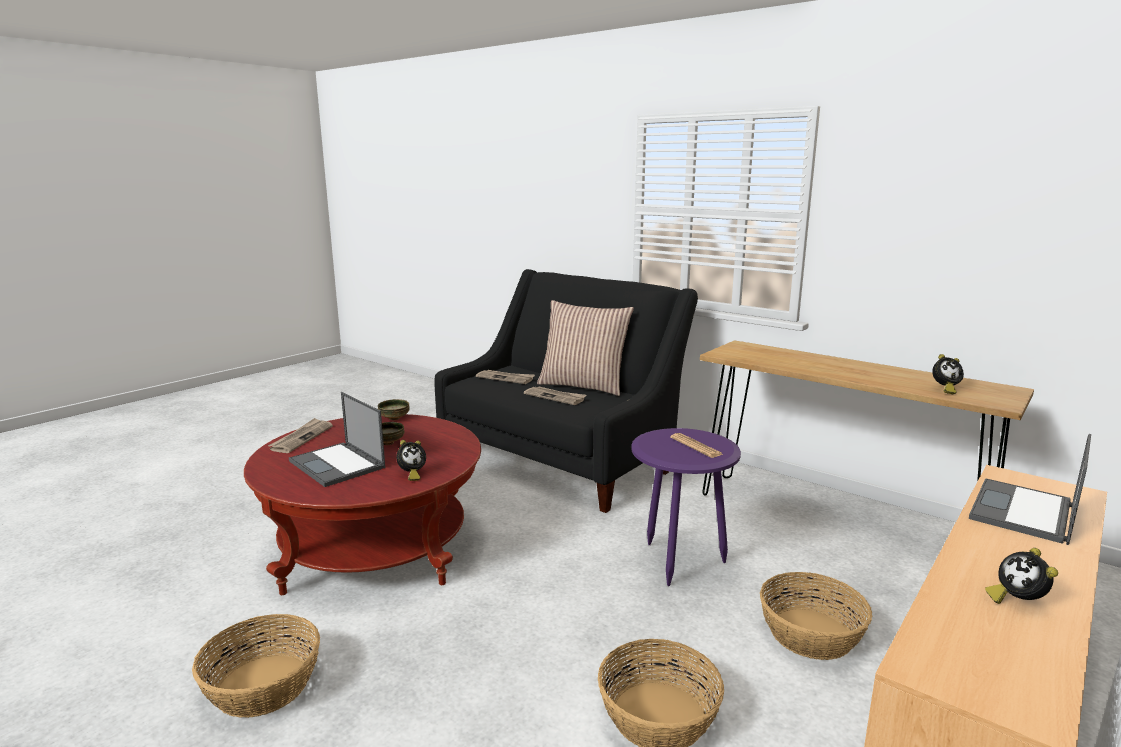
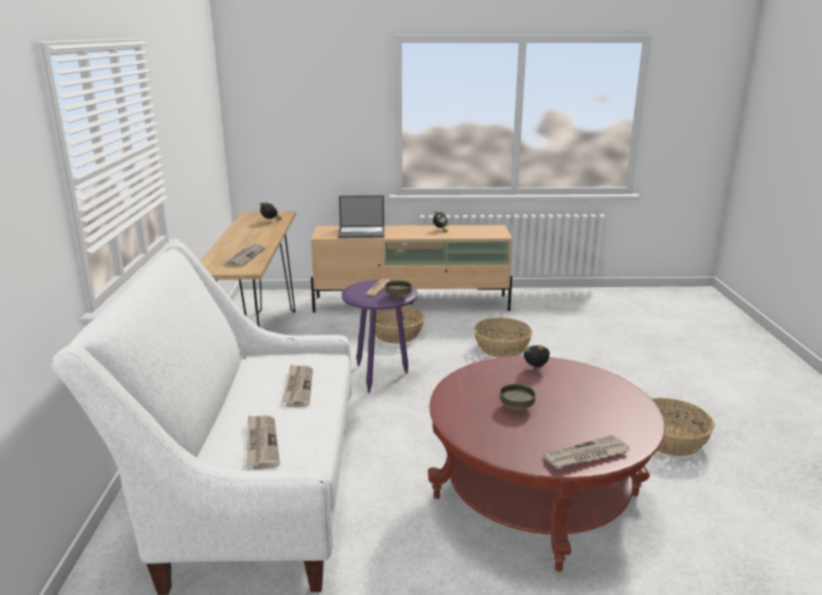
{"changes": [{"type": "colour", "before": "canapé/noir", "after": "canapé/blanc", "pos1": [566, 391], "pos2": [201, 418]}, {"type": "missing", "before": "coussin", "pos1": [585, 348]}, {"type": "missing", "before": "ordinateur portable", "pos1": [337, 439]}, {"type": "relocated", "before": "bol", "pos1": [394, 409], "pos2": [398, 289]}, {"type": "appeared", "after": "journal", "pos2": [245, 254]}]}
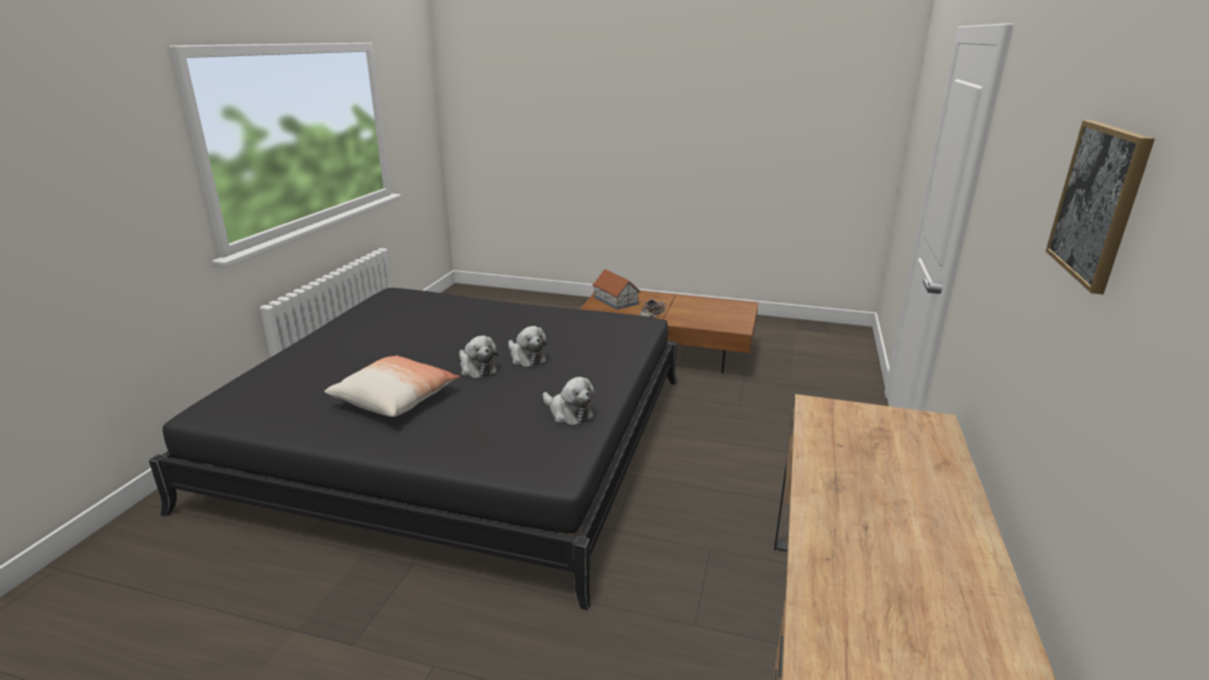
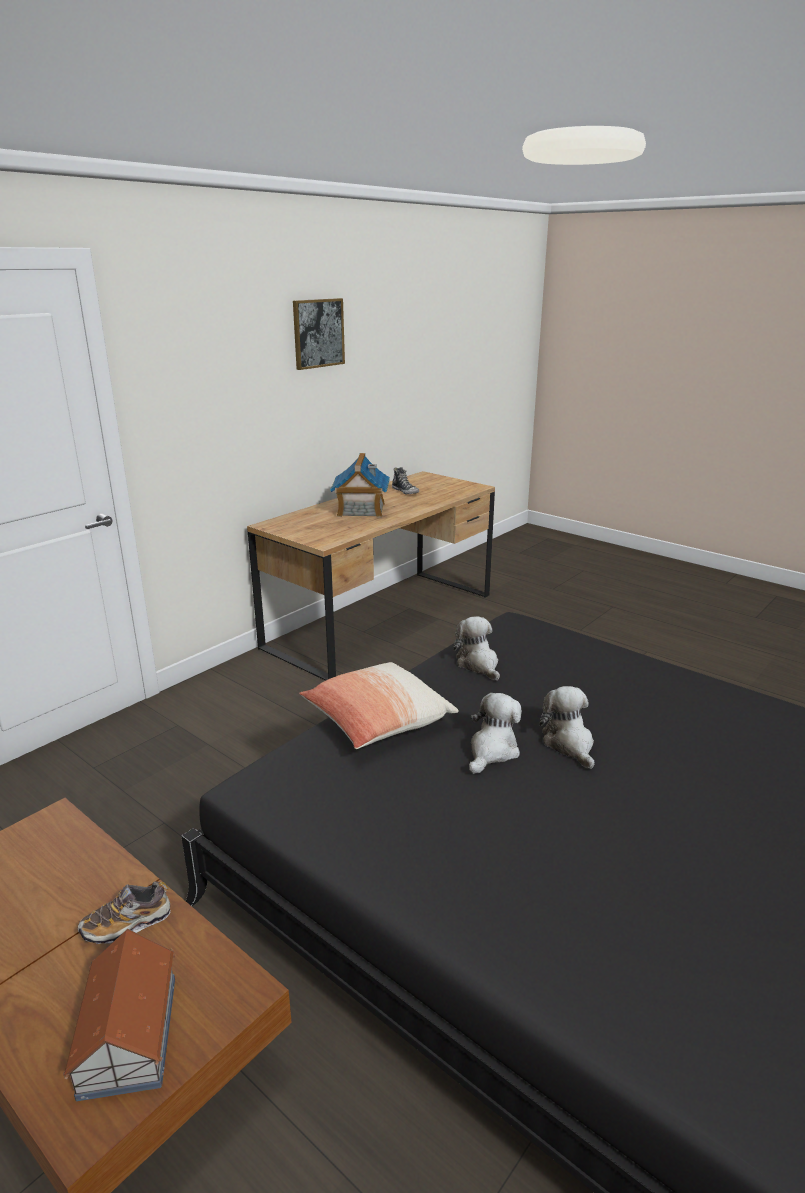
{"changes": [{"type": "spun", "before": "peluche", "pos1": [527, 346], "pos2": [495, 733], "turn": 45}, {"type": "relocated", "before": "coussin", "pos1": [392, 386], "pos2": [379, 705]}, {"type": "appeared", "after": "maison miniature", "pos2": [360, 485]}, {"type": "appeared", "after": "chaussure", "pos2": [405, 480]}]}
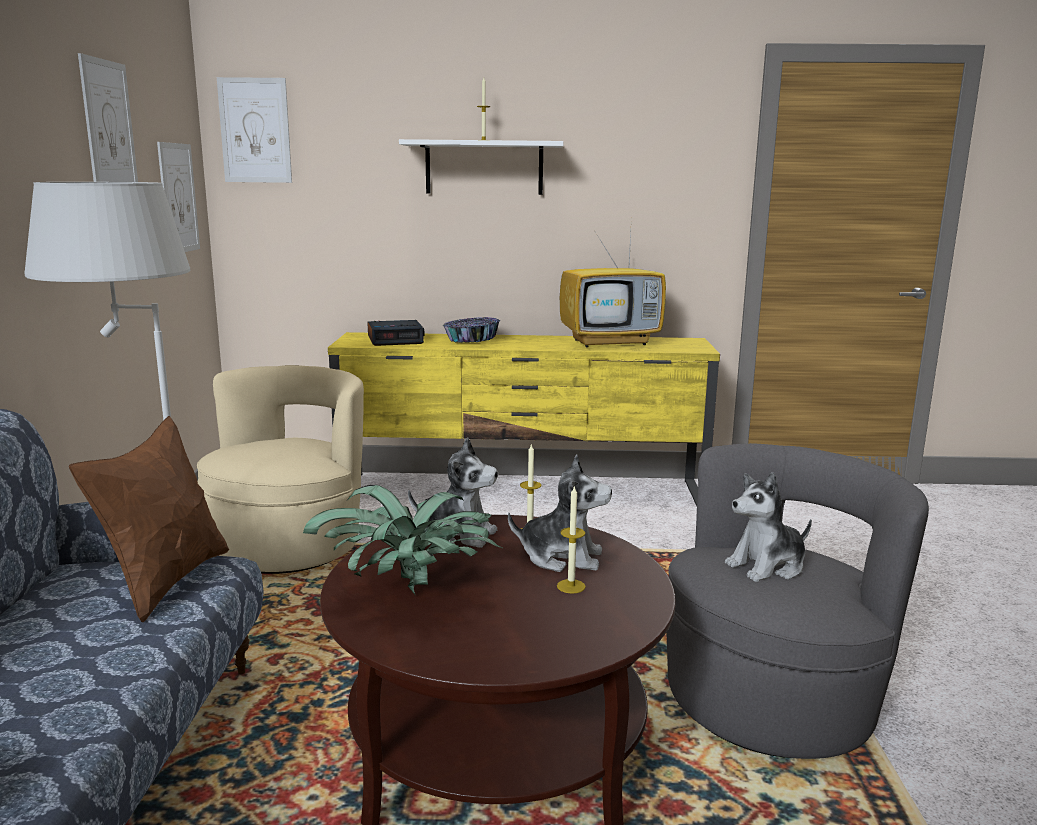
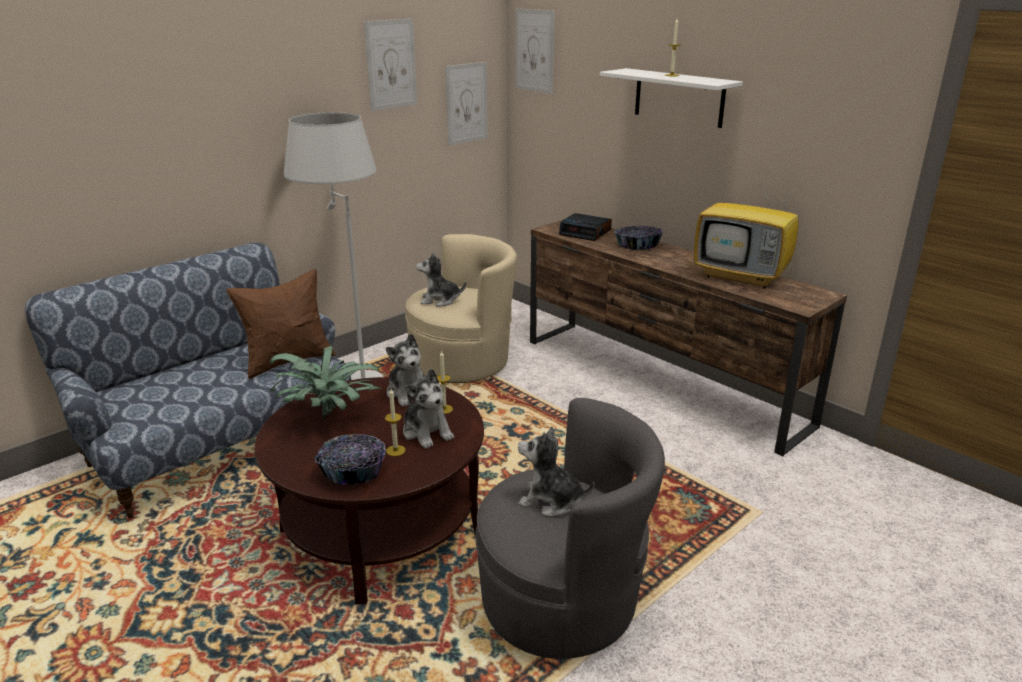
{"changes": [{"type": "colour", "before": "meuble télé/jaune", "after": "meuble télé/marron", "pos1": [524, 419], "pos2": [688, 338]}, {"type": "appeared", "after": "peluche", "pos2": [441, 280]}, {"type": "appeared", "after": "bol", "pos2": [350, 459]}]}
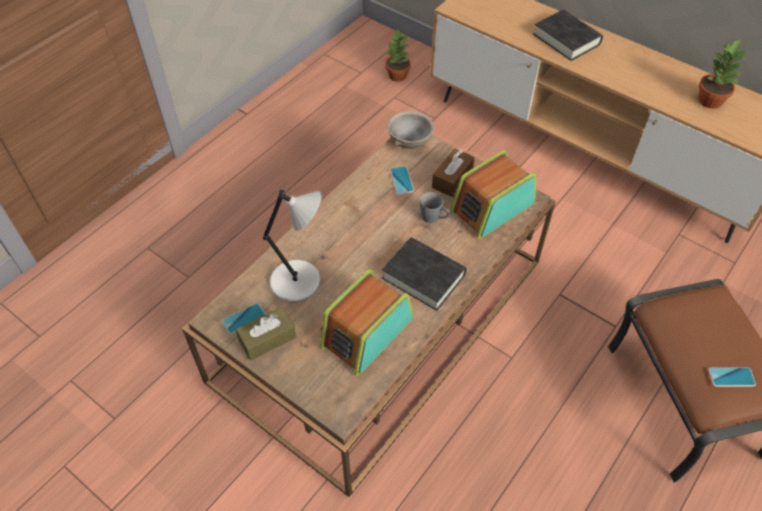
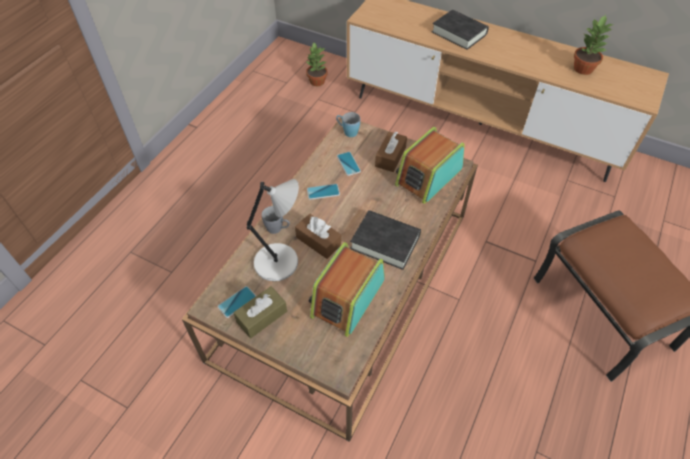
{"changes": [{"type": "exchanged", "before": "bol/gris", "after": "mug/bleu", "pos1": [410, 130], "pos2": [348, 124]}, {"type": "relocated", "before": "mug/gris", "pos1": [435, 207], "pos2": [276, 220]}, {"type": "relocated", "before": "téléphone", "pos1": [732, 377], "pos2": [323, 192]}, {"type": "appeared", "after": "boîte à mouchoirs/marron", "pos2": [318, 236]}]}
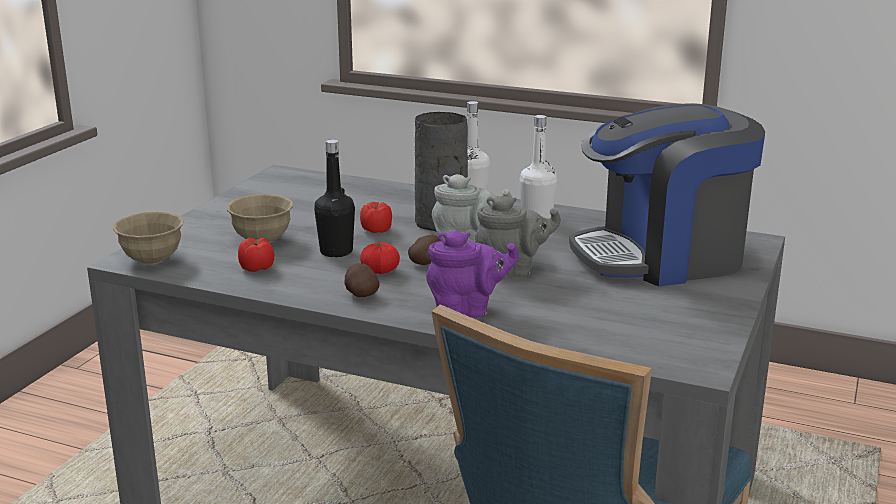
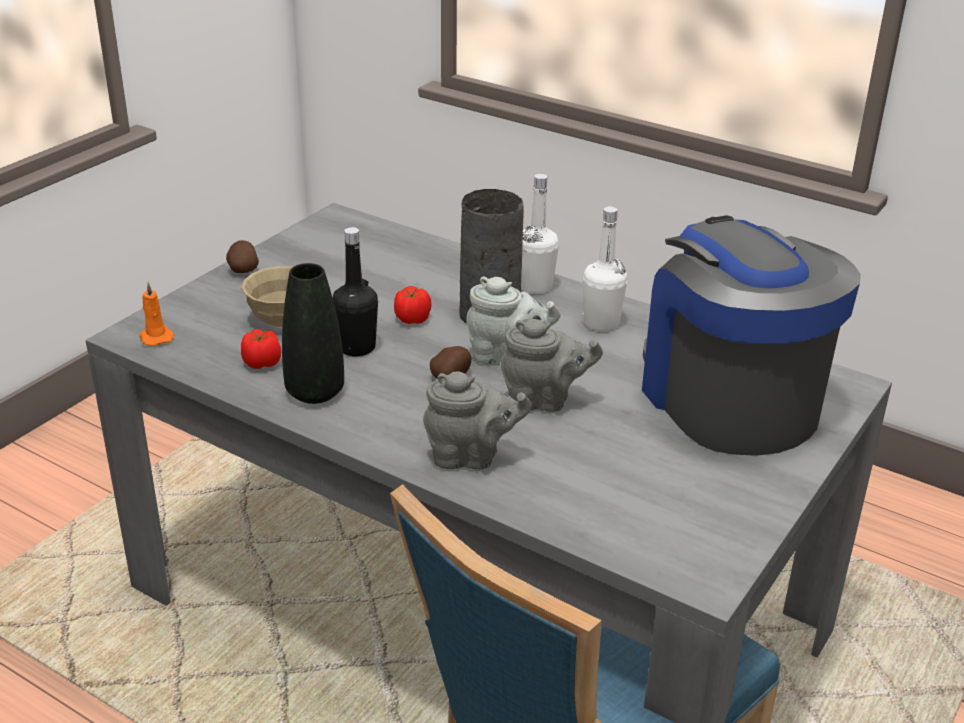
{"changes": [{"type": "spun", "before": "machine à café", "pos1": [667, 195], "pos2": [751, 335], "turn": 75}, {"type": "exchanged", "before": "bol/beige", "after": "bougie/orange", "pos1": [148, 238], "pos2": [156, 314]}, {"type": "colour", "before": "théière/violet", "after": "théière/gris", "pos1": [472, 274], "pos2": [477, 421]}, {"type": "missing", "before": "tomate", "pos1": [380, 258]}, {"type": "relocated", "before": "pomme de terre", "pos1": [362, 280], "pos2": [242, 256]}, {"type": "appeared", "after": "vase/noir", "pos2": [313, 333]}]}
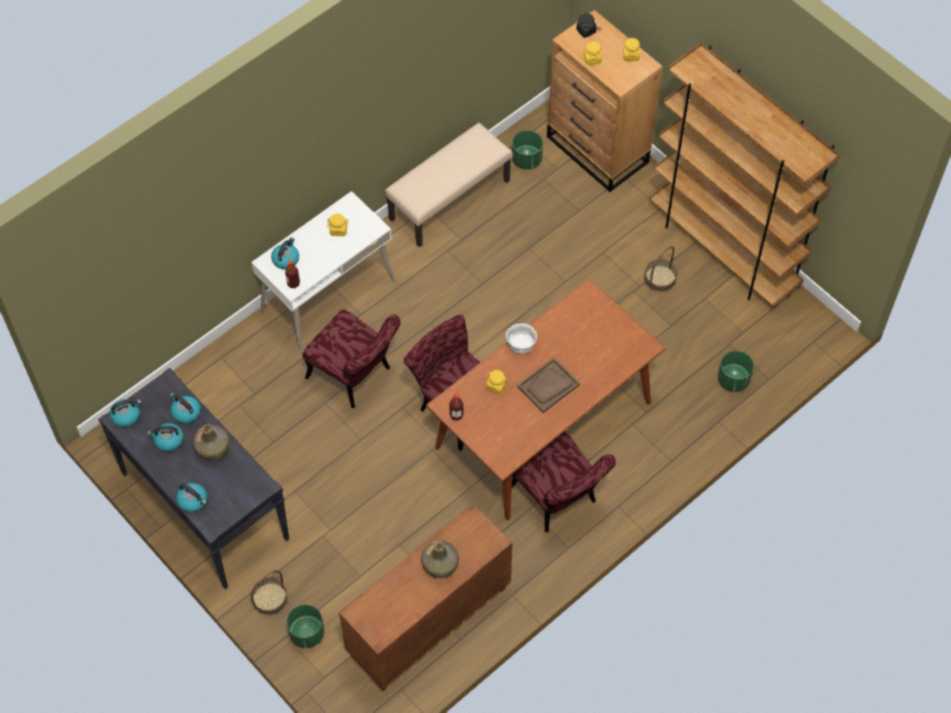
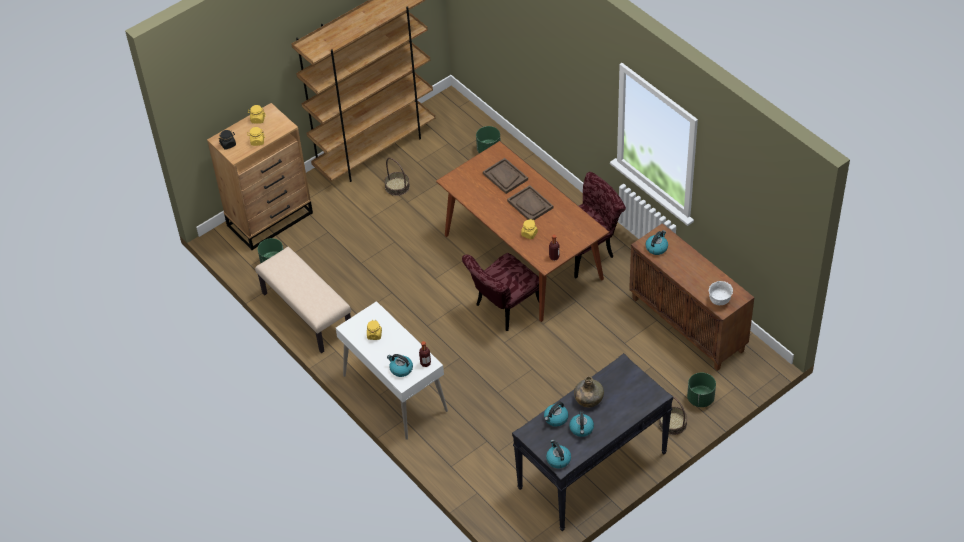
{"changes": [{"type": "missing", "before": "chaise/rouge", "pos1": [352, 358]}, {"type": "relocated", "before": "bol/blanc", "pos1": [521, 338], "pos2": [721, 293]}, {"type": "relocated", "before": "bouilloire", "pos1": [191, 497], "pos2": [657, 242]}, {"type": "missing", "before": "bouteille/vert", "pos1": [440, 559]}, {"type": "appeared", "after": "plateau/marron", "pos2": [505, 176]}]}
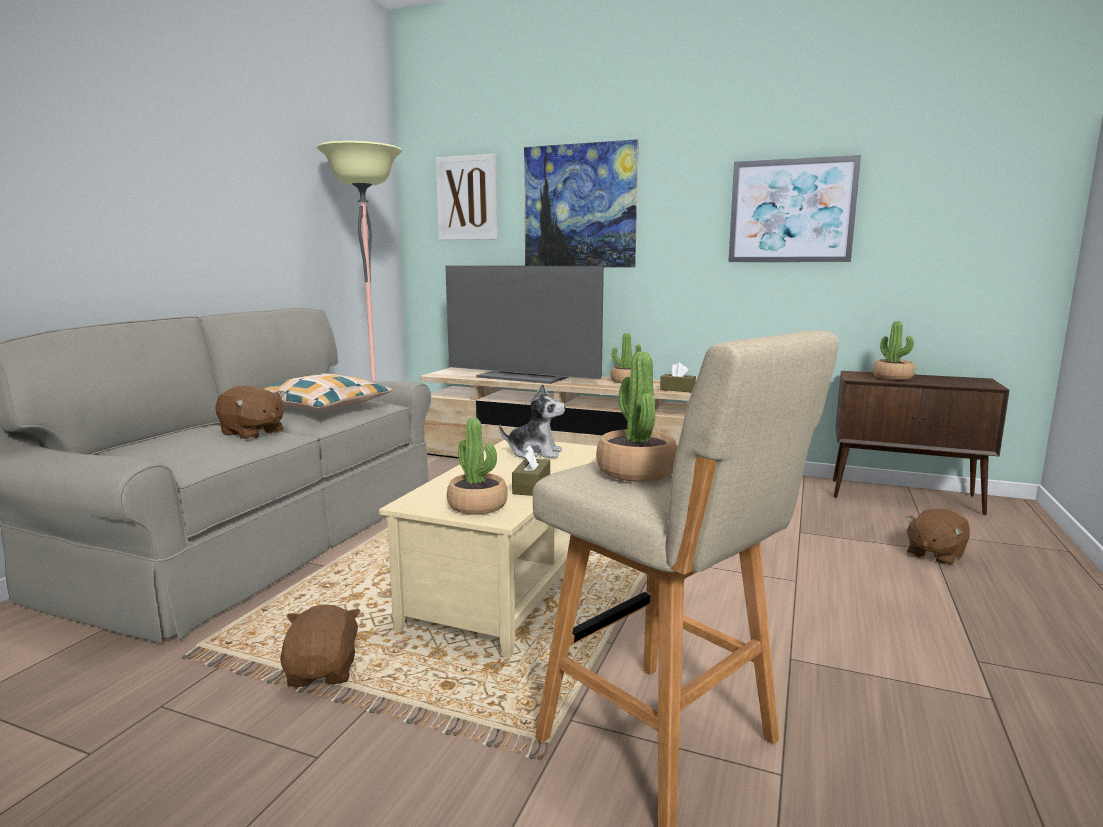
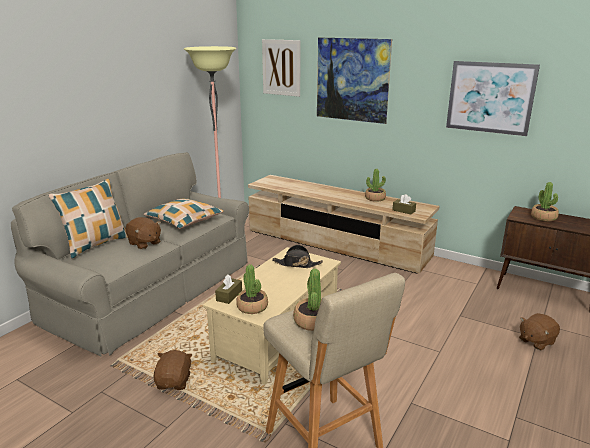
{"changes": [{"type": "missing", "before": "téléviseur", "pos1": [524, 325]}, {"type": "exchanged", "before": "peluche", "after": "chapeau/noir", "pos1": [532, 421], "pos2": [297, 256]}, {"type": "relocated", "before": "boîte à mouchoirs/marron", "pos1": [531, 470], "pos2": [228, 289]}, {"type": "appeared", "after": "coussin", "pos2": [88, 218]}]}
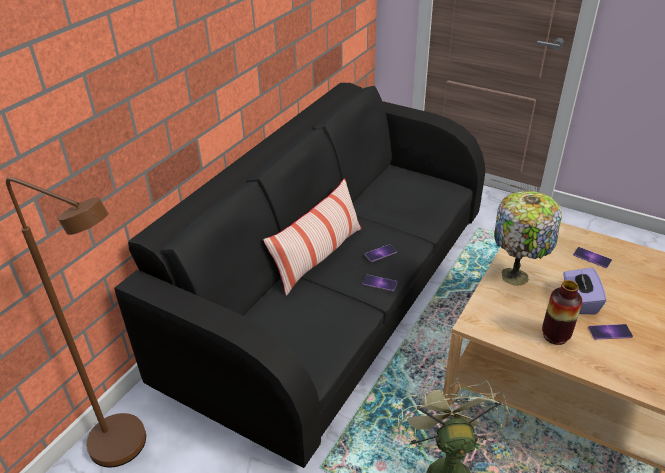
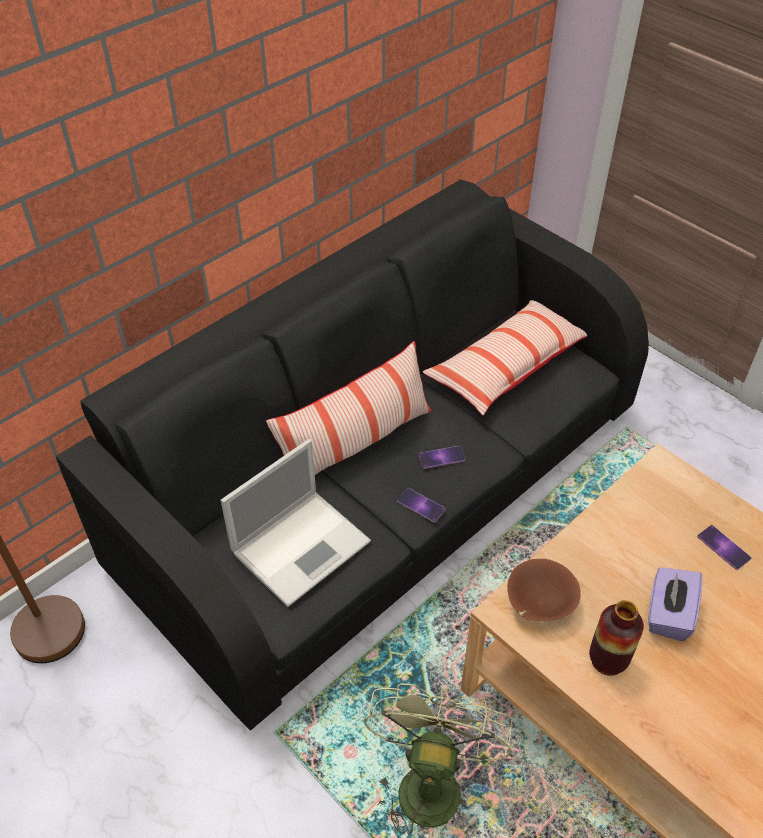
{"changes": [{"type": "missing", "before": "lampe de table", "pos1": [528, 238]}, {"type": "missing", "before": "téléphone", "pos1": [610, 332]}, {"type": "appeared", "after": "coussin", "pos2": [505, 357]}, {"type": "appeared", "after": "ordinateur portable", "pos2": [295, 523]}, {"type": "appeared", "after": "bol/marron", "pos2": [544, 590]}]}
